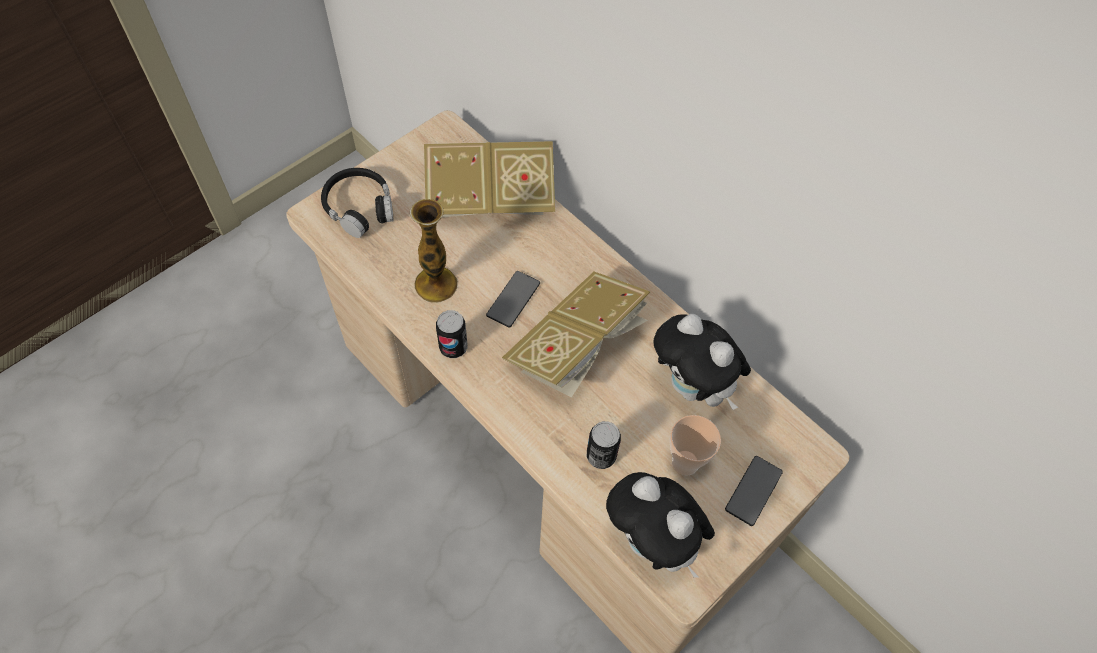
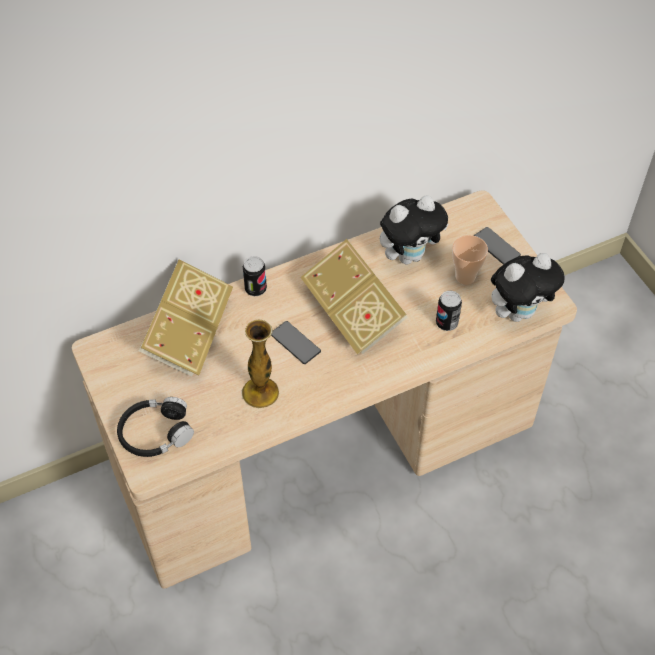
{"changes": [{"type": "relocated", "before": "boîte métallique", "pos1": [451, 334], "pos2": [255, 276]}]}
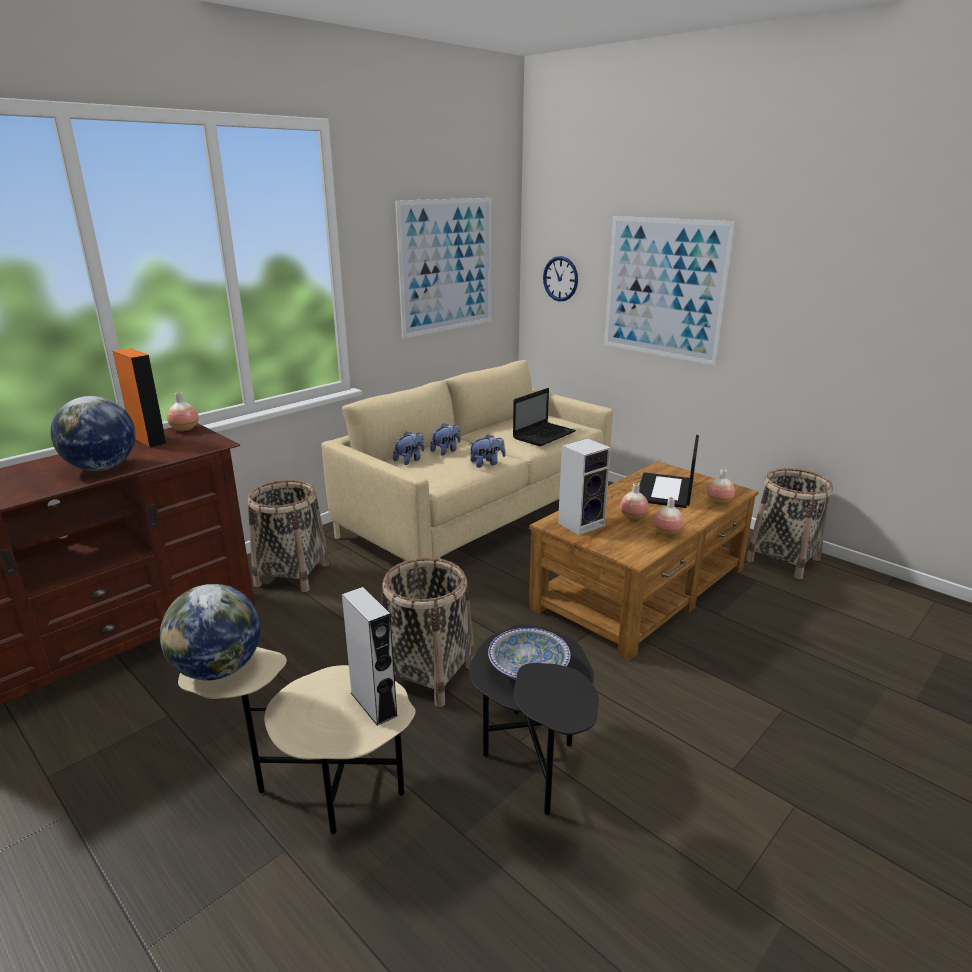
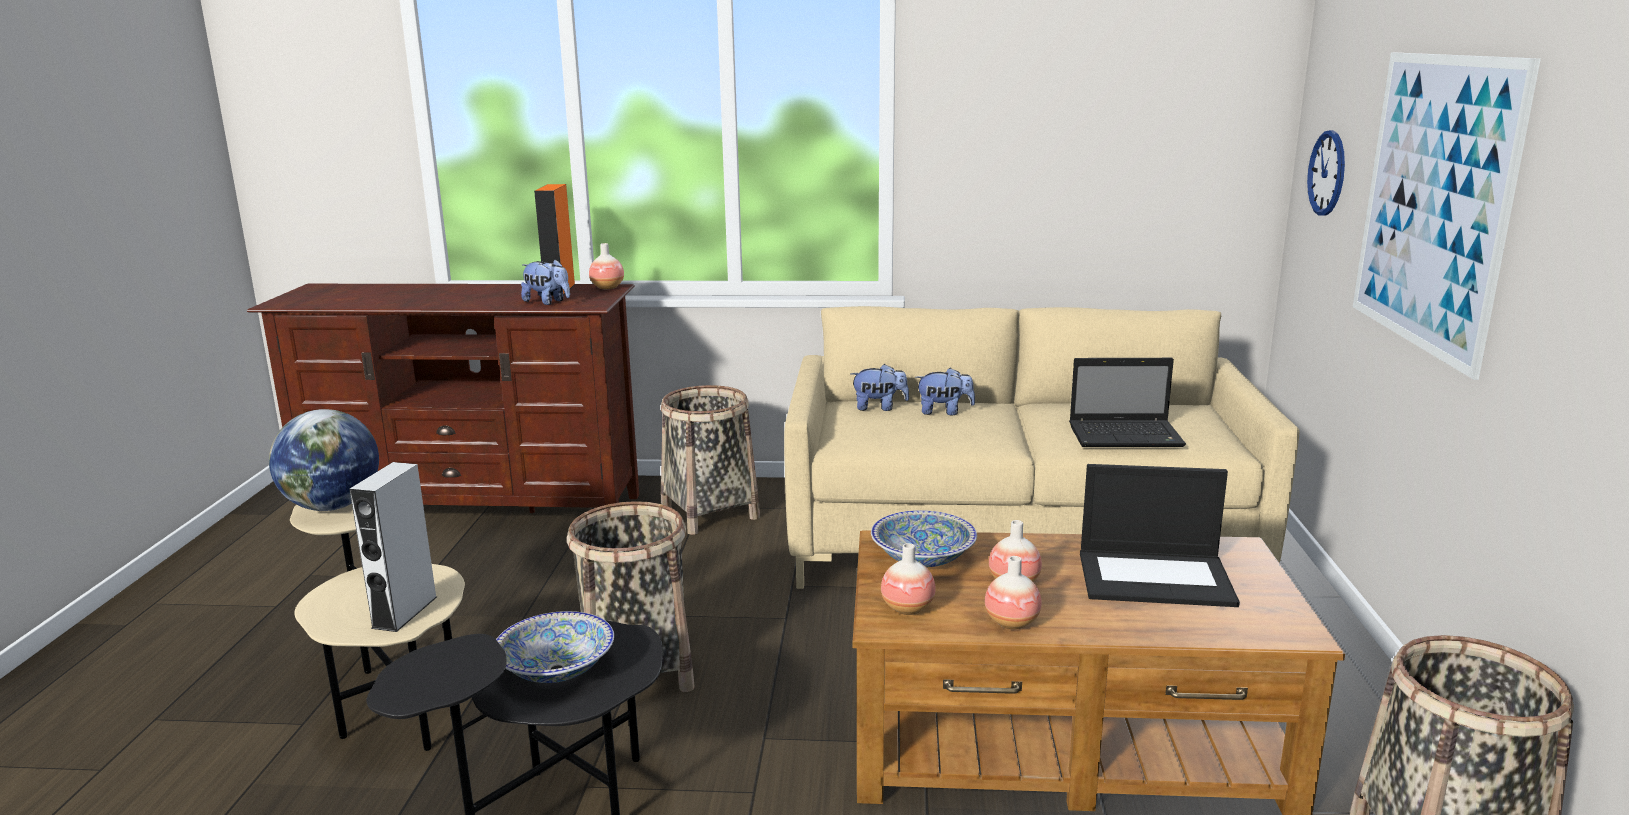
{"changes": [{"type": "missing", "before": "tableau", "pos1": [443, 268]}, {"type": "missing", "before": "globe", "pos1": [93, 433]}, {"type": "relocated", "before": "peluche", "pos1": [488, 450], "pos2": [545, 282]}, {"type": "spun", "before": "ordinateur portable", "pos1": [669, 471], "pos2": [1160, 535], "turn": -150}, {"type": "exchanged", "before": "enceinte", "after": "bol", "pos1": [584, 486], "pos2": [924, 538]}, {"type": "relocated", "before": "vase", "pos1": [721, 486], "pos2": [908, 579]}]}
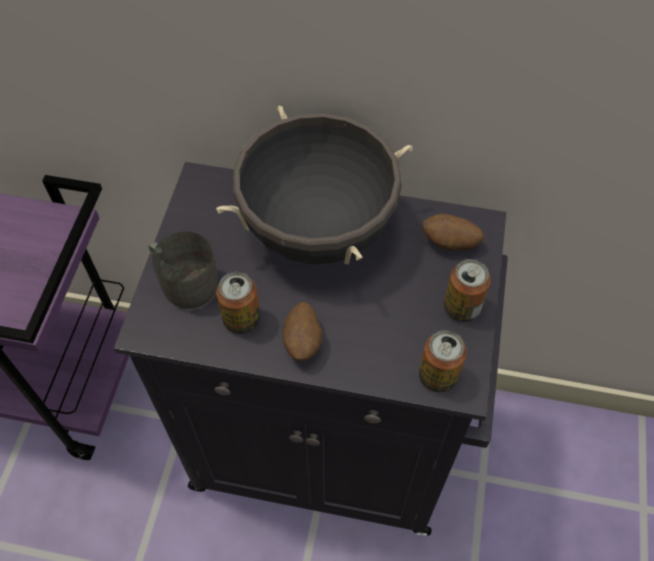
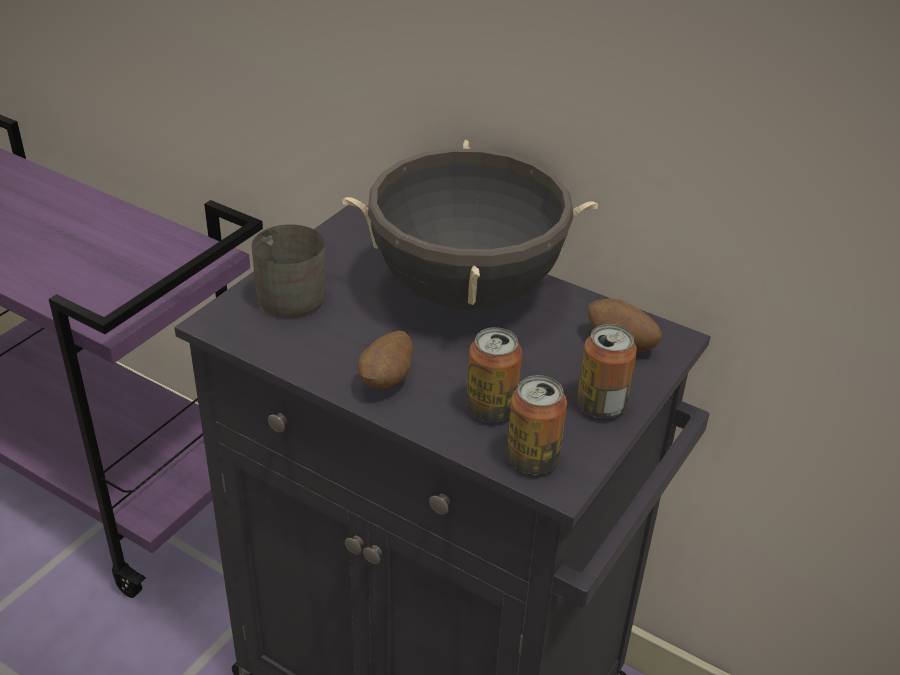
{"changes": [{"type": "relocated", "before": "boîte métallique", "pos1": [238, 303], "pos2": [494, 374]}]}
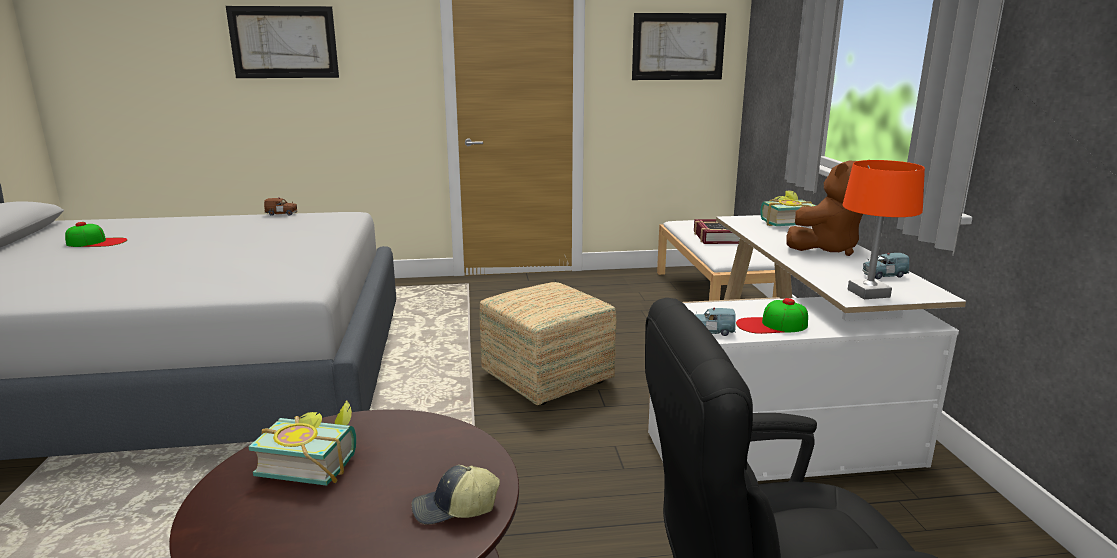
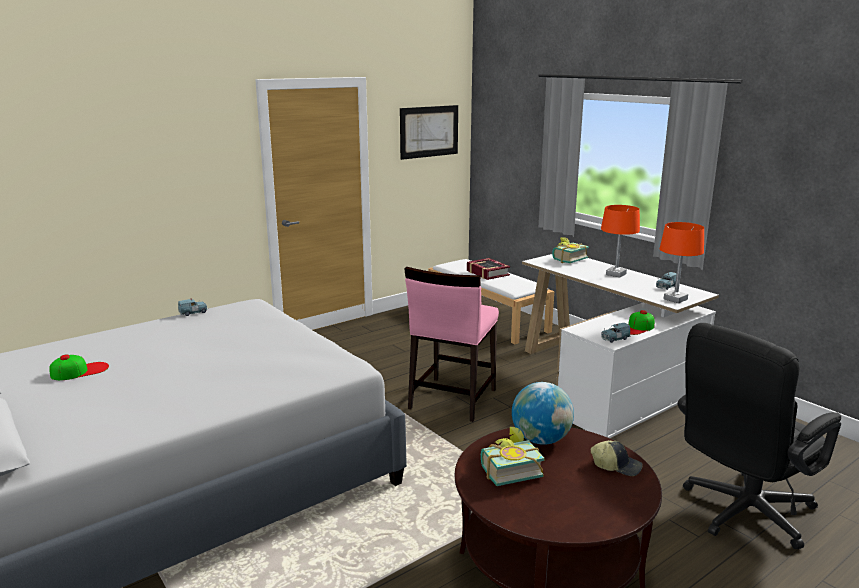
{"changes": [{"type": "missing", "before": "tableau", "pos1": [282, 42]}, {"type": "exchanged", "before": "peluche/marron", "after": "lampe de table/orange", "pos1": [824, 208], "pos2": [620, 241]}, {"type": "colour", "before": "petite voiture/marron", "after": "petite voiture/bleu", "pos1": [280, 206], "pos2": [192, 307]}, {"type": "exchanged", "before": "pouf", "after": "chaise/rose", "pos1": [548, 343], "pos2": [451, 344]}, {"type": "spun", "before": "casquette", "pos1": [456, 495], "pos2": [617, 458], "turn": -120}, {"type": "appeared", "after": "globe", "pos2": [543, 413]}]}
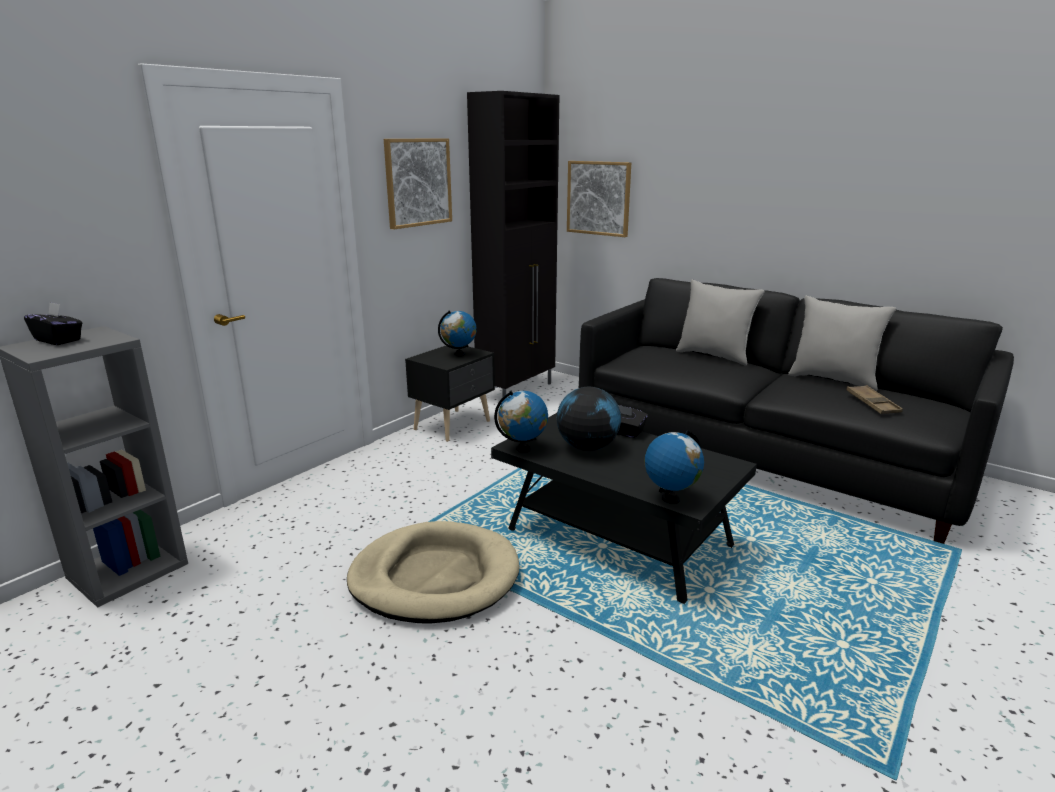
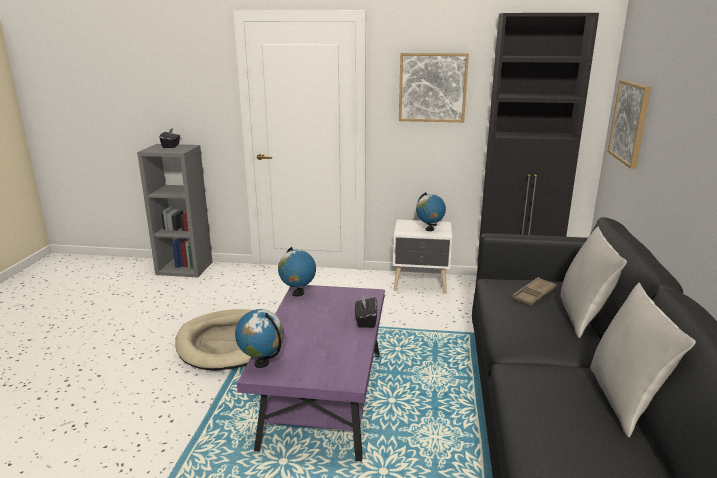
{"changes": [{"type": "colour", "before": "table de chevet/noir", "after": "table de chevet/blanc", "pos1": [450, 393], "pos2": [422, 257]}, {"type": "relocated", "before": "plateau/marron", "pos1": [874, 399], "pos2": [534, 291]}, {"type": "missing", "before": "globe", "pos1": [589, 419]}, {"type": "colour", "before": "table basse/noir", "after": "table basse/violet", "pos1": [624, 508], "pos2": [311, 373]}]}
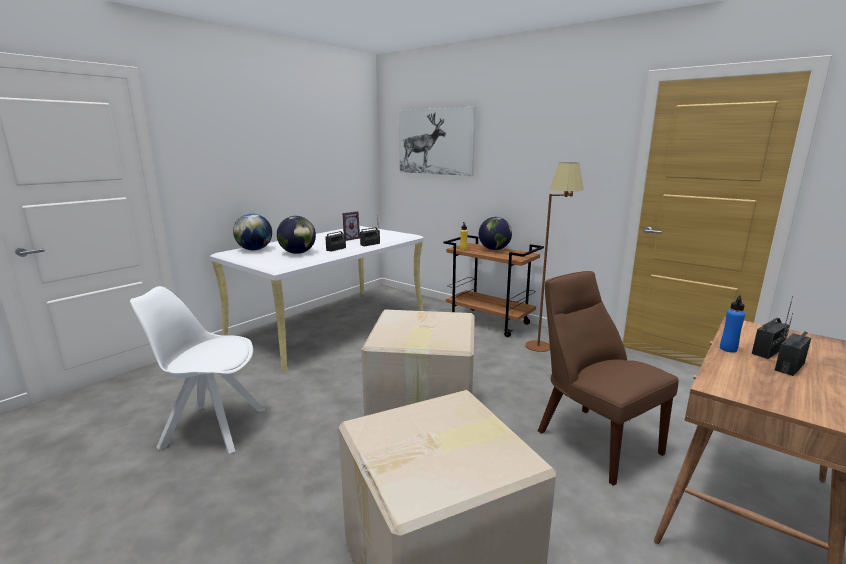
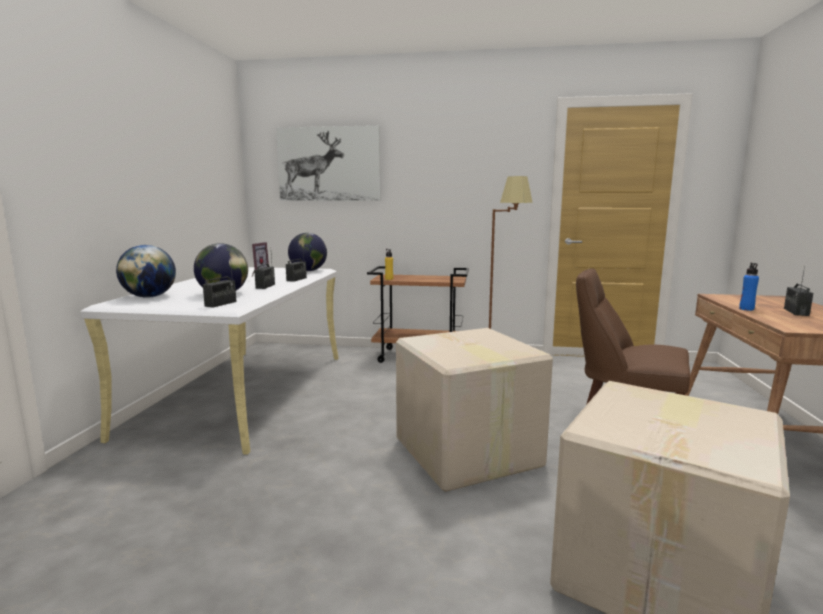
{"changes": [{"type": "relocated", "before": "globe", "pos1": [495, 233], "pos2": [307, 252]}, {"type": "missing", "before": "chaise/blanc", "pos1": [197, 370]}, {"type": "relocated", "before": "radio", "pos1": [772, 327], "pos2": [220, 282]}]}
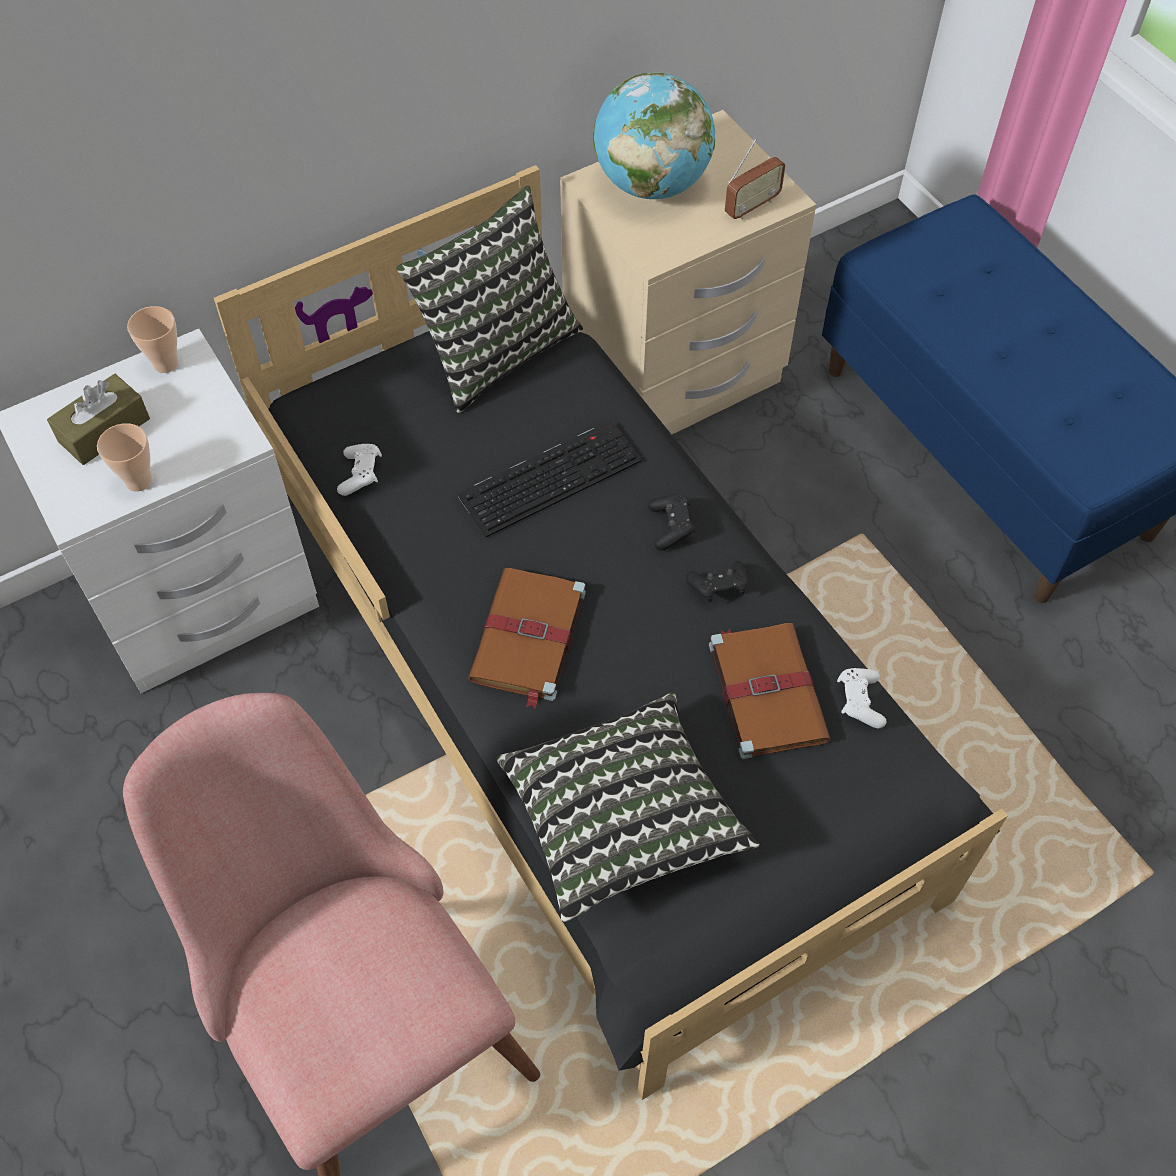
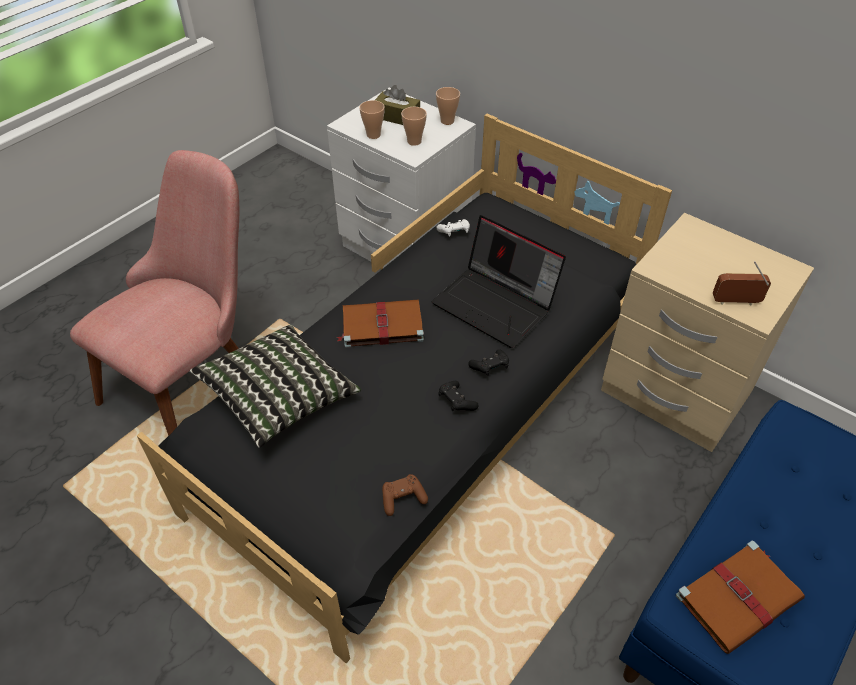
{"changes": [{"type": "missing", "before": "globe", "pos1": [654, 135]}, {"type": "spun", "before": "radio", "pos1": [755, 179], "pos2": [742, 283], "turn": 150}, {"type": "missing", "before": "coussin", "pos1": [489, 299]}, {"type": "exchanged", "before": "clavier", "after": "ordinateur portable", "pos1": [549, 479], "pos2": [499, 281]}, {"type": "relocated", "before": "livre/marron", "pos1": [770, 691], "pos2": [740, 597]}, {"type": "colour", "before": "manette/blanc", "after": "manette/marron", "pos1": [861, 698], "pos2": [405, 495]}, {"type": "appeared", "after": "tasse", "pos2": [414, 126]}]}
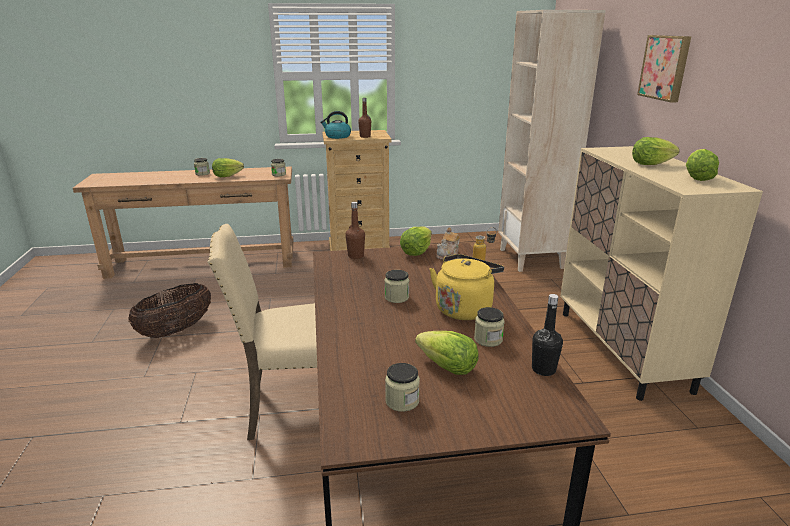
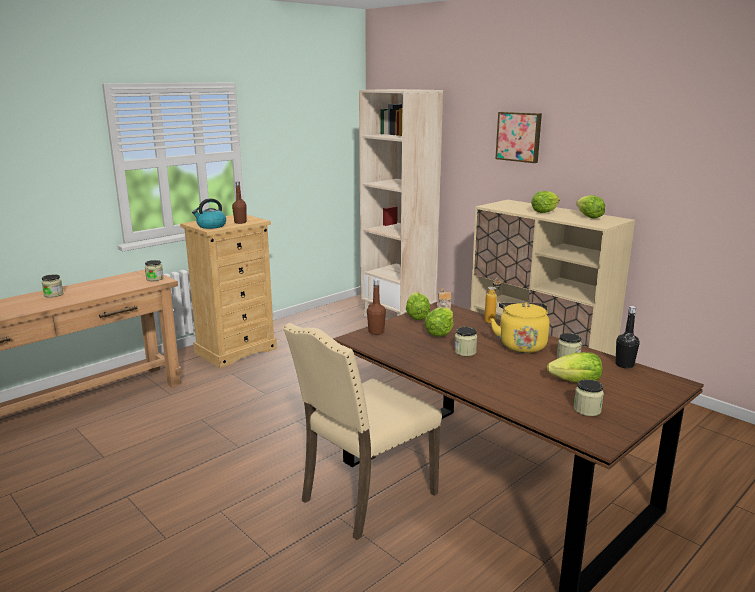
{"changes": [{"type": "relocated", "before": "laitue", "pos1": [228, 167], "pos2": [439, 322]}, {"type": "missing", "before": "panier", "pos1": [169, 310]}]}
